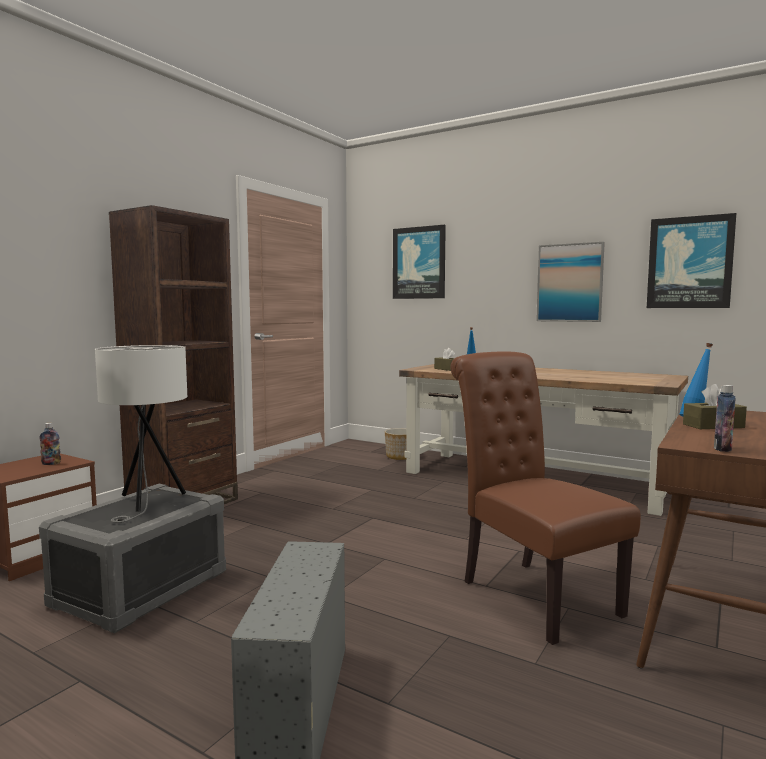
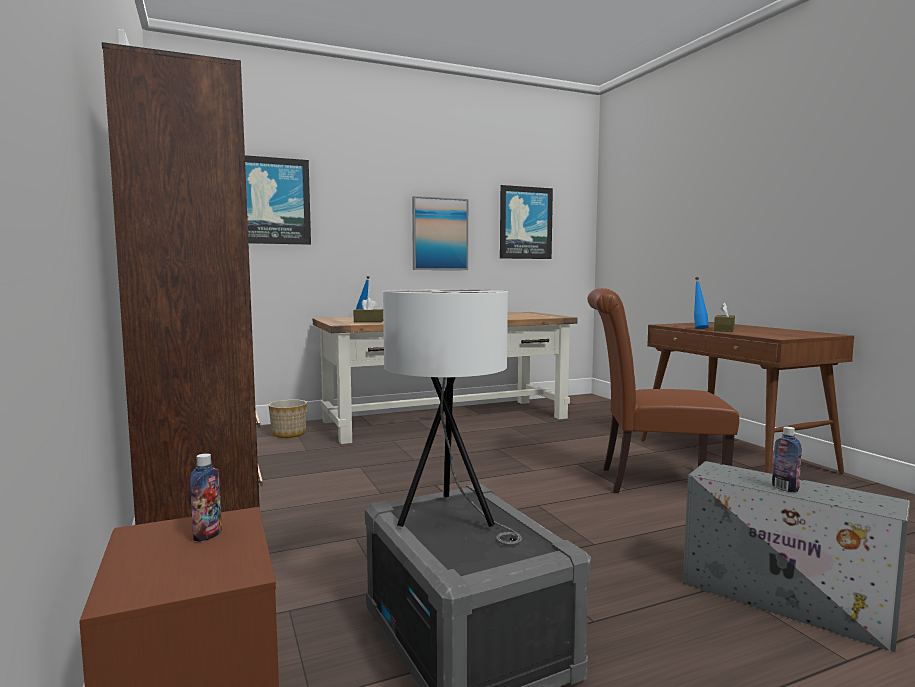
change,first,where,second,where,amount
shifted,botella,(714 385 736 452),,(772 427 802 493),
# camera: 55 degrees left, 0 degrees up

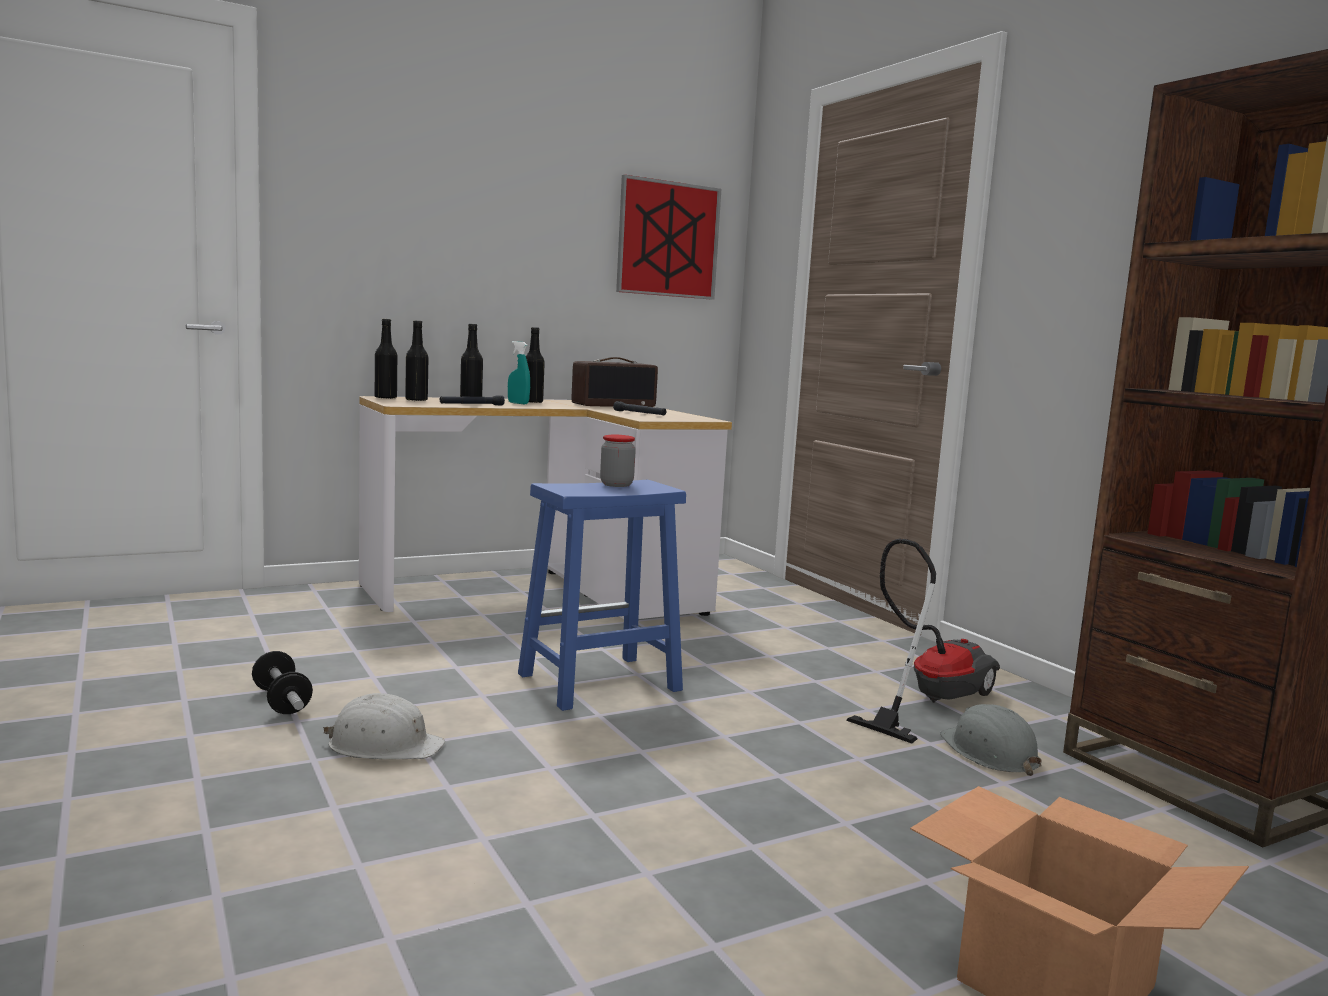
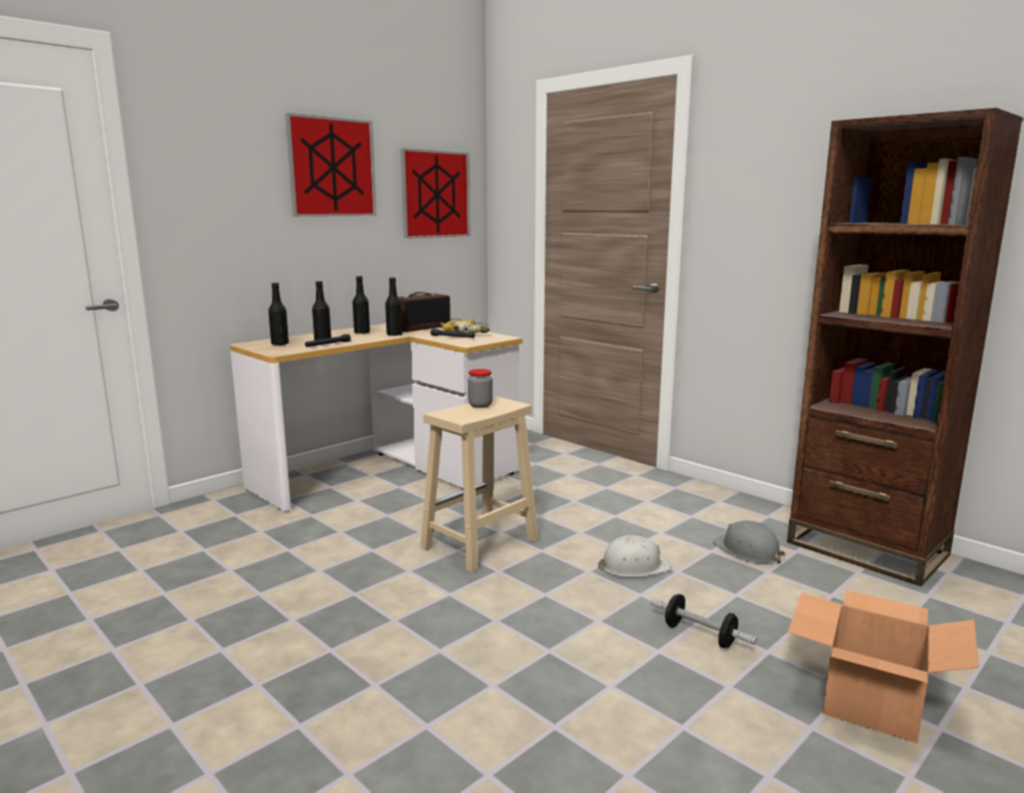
change,first,where,second,where,amount
new,,,cuadro,(285 113 377 216),
shifted,botella (negro),(375 319 397 399),,(385 277 403 336),
repainted,taburete (azul),(518 480 686 711),taburete (beis),(420 396 539 572),
new,,,taladro,(442 319 490 333),
shifted,casco (blanco),(323 693 445 759),,(598 535 672 577),
shifted,mancuerna,(252 651 313 714),,(650 594 757 648),
gone,pulverizador (turquesa),(508 341 530 404),,,
gone,aspiradora,(846 538 1000 744),,,
# camera: 15 degrees left, 5 degrees up

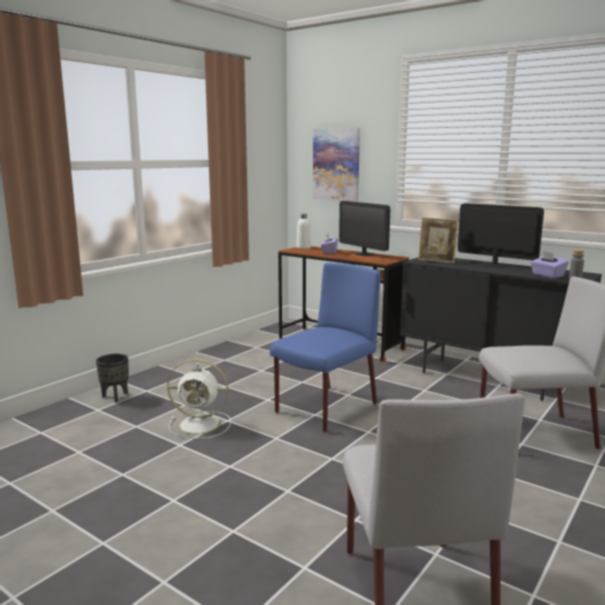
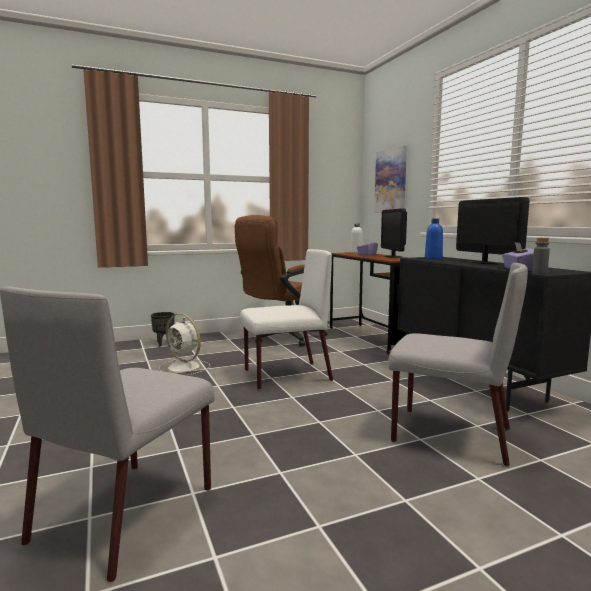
change,first,where,second,where,amount
new,,,silla de oficina (marrón),(235 215 327 346),
repainted,silla (azul),(270 263 381 432),silla (blanco),(240 249 333 390),
swapped,portarretratos,(418 217 459 263),botella (azul),(425 218 443 260),
# camera: 30 degrees right, 5 degrees down

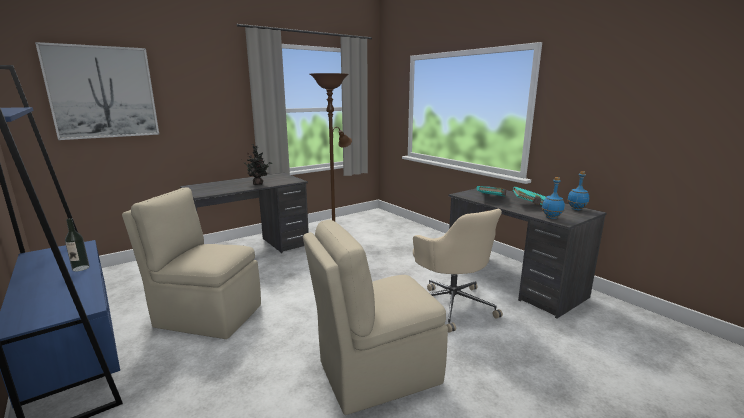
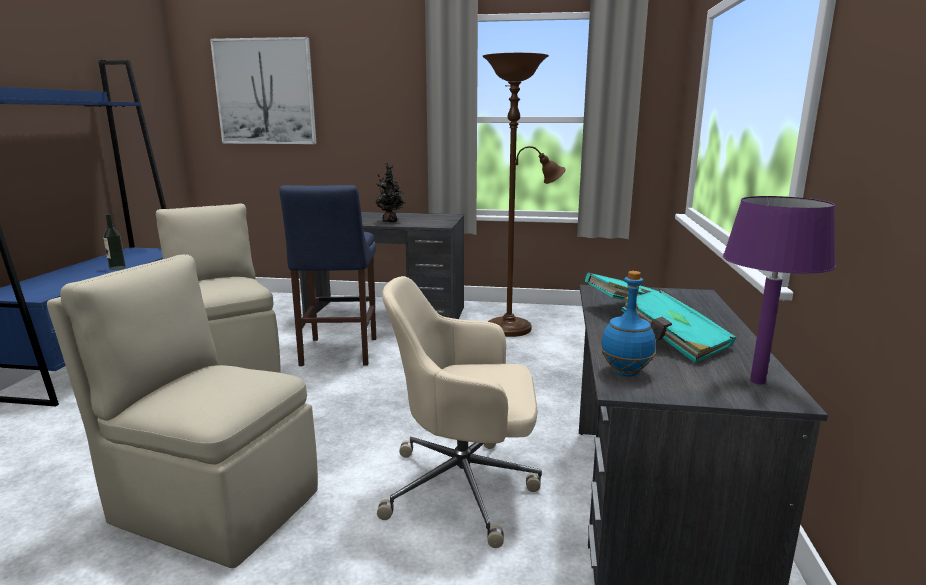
change,first,where,second,where,amount
new,,,taburete (azul),(279 185 376 366),
rotated,silla de oficina (beis),(413 209 503 333),,(377 276 542 548),75 degrees clockwise
swapped,botella (azul),(567 171 589 210),lámpara de mesa (morado),(723 196 836 384),
# camera: 45 degrees right, 0 degrees up

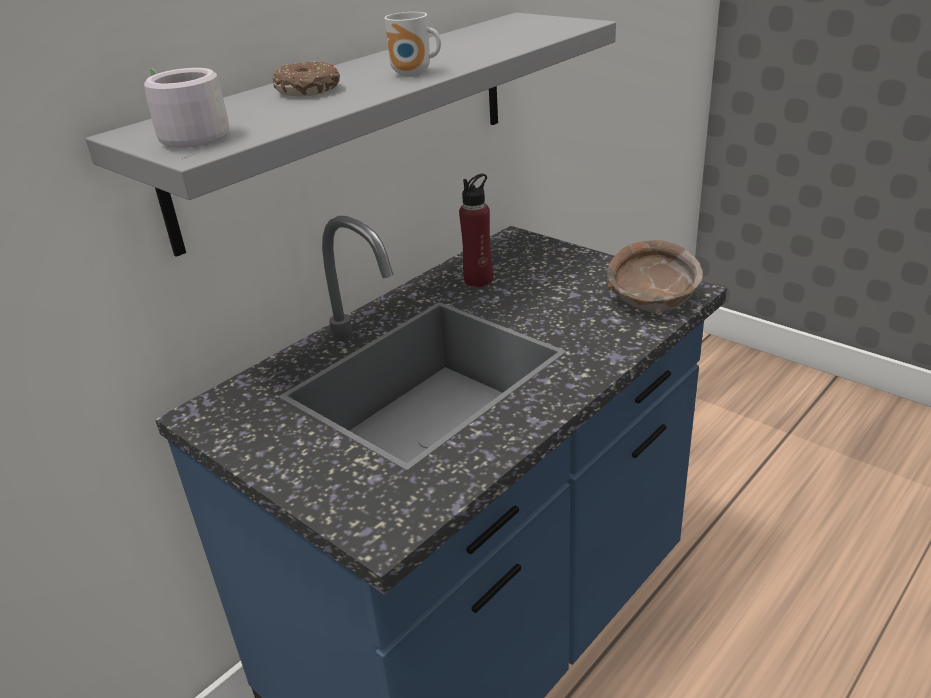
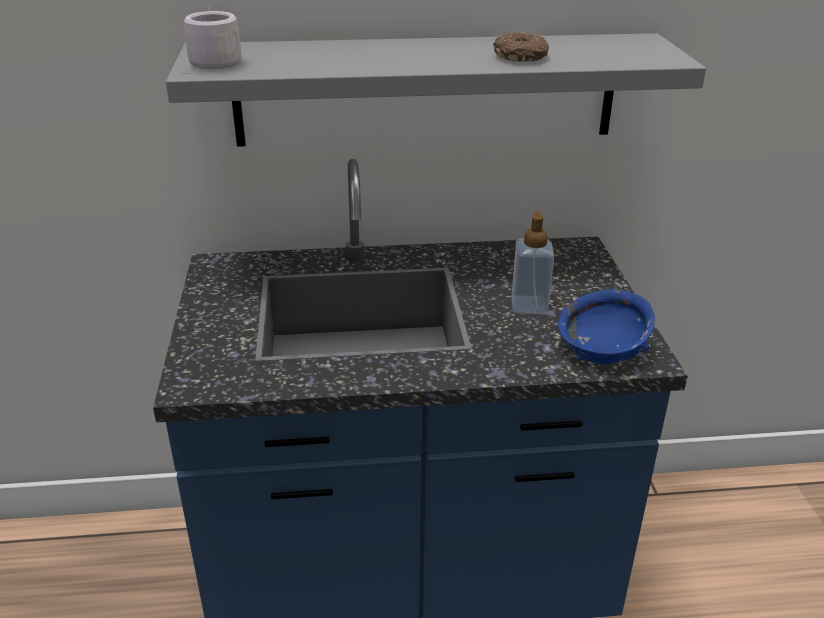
change,first,where,second,where,amount
shifted,rosquilla,(273 61 340 96),,(493 32 549 62),
new,,,dispensador de jabón,(512 211 554 314),
repainted,cuenco (marrón),(607 240 703 314),cuenco (azul),(558 289 655 364),
gone,taza grande,(384 12 441 77),,,
gone,botella (rojo),(459 174 493 287),,,
# camera: 40 degrees right, 0 degrees up

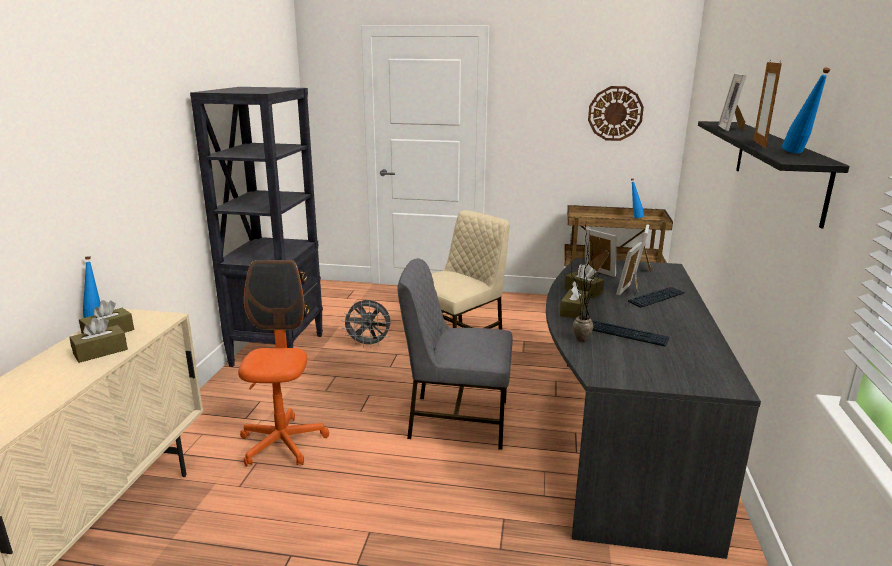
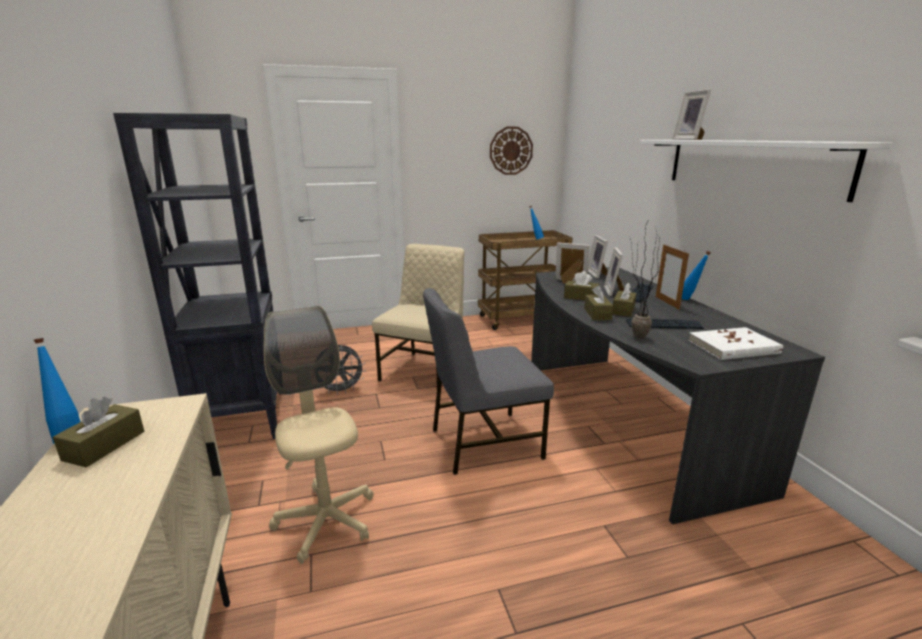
change,first,where,second,where,amount
repainted,silla de oficina (naranja),(238 260 329 467),silla de oficina (beis),(264 305 374 564),
shifted,caja de pañuelos (marrón),(69 317 128 363),,(613 282 636 317),
repainted,estante (negro),(698 121 849 228),estante (blanco),(640 140 892 202),
shifted,portarretratos,(753 59 782 148),,(656 245 689 310),
shifted,botella (azul),(782 68 831 153),,(682 251 711 300),
new,,,libro (blanco),(688 327 783 360),
# camera: 25 degrees left, 0 degrees up

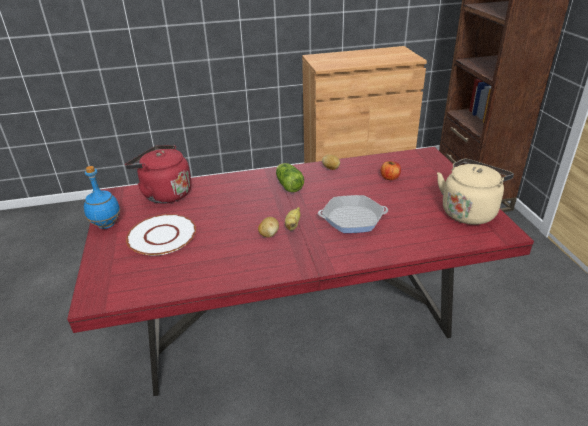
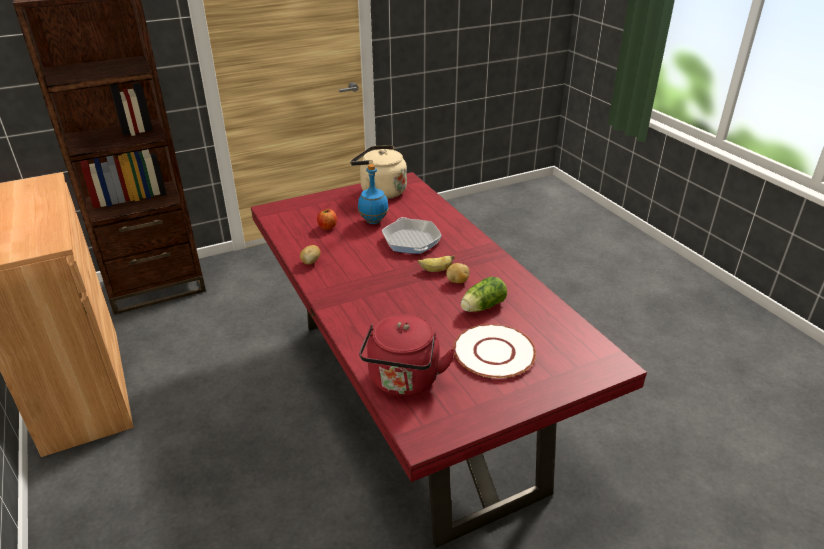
change,first,where,second,where,amount
shifted,botella (azul),(84 166 120 229),,(358 164 389 224),
shifted,lechuga,(276 163 304 192),,(461 277 507 312),
# camera: 105 degrees left, 0 degrees up

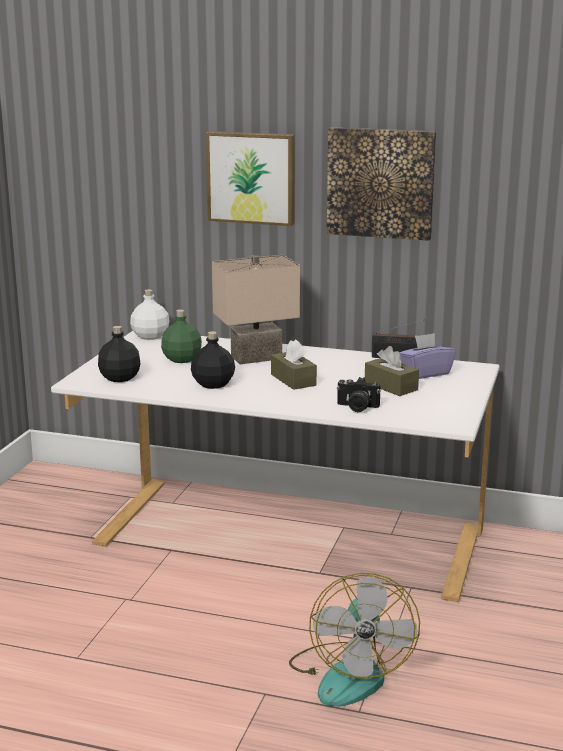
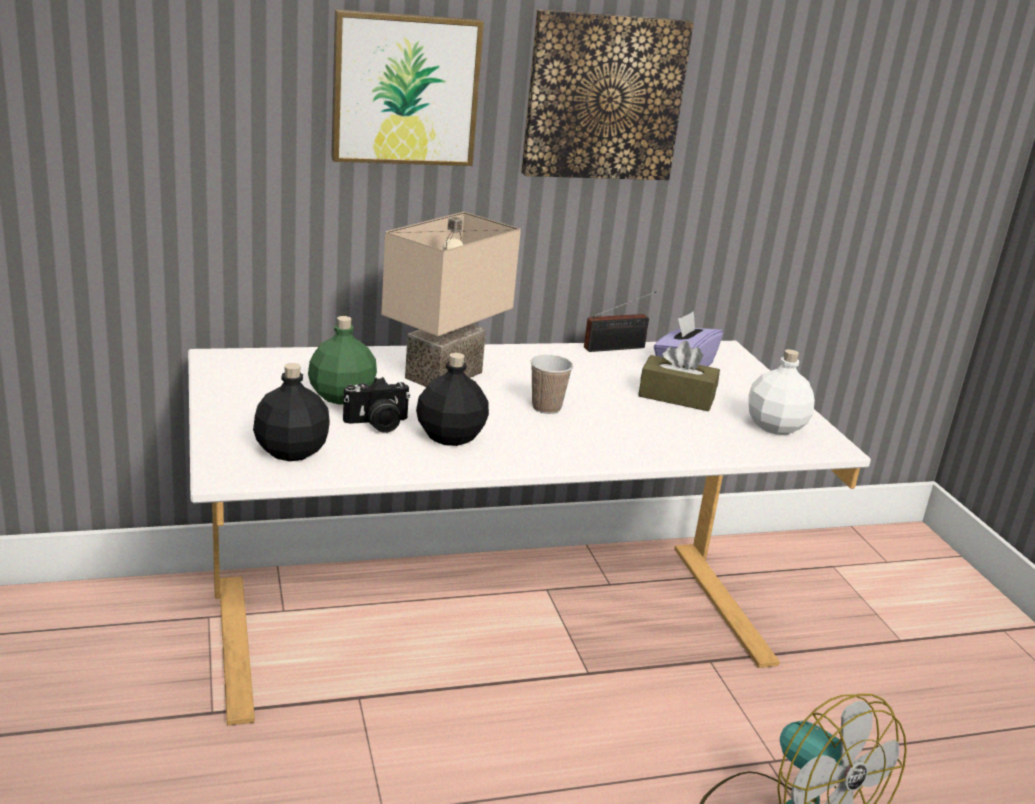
change,first,where,second,where,amount
shifted,cámara,(337 377 380 412),,(343 377 410 433),
swapped,caja de pañuelos (marrón),(271 340 317 390),taza,(531 355 573 414),
shifted,botella (blanco),(130 289 170 340),,(749 349 815 435),
# camera: 35 degrees left, 5 degrees up

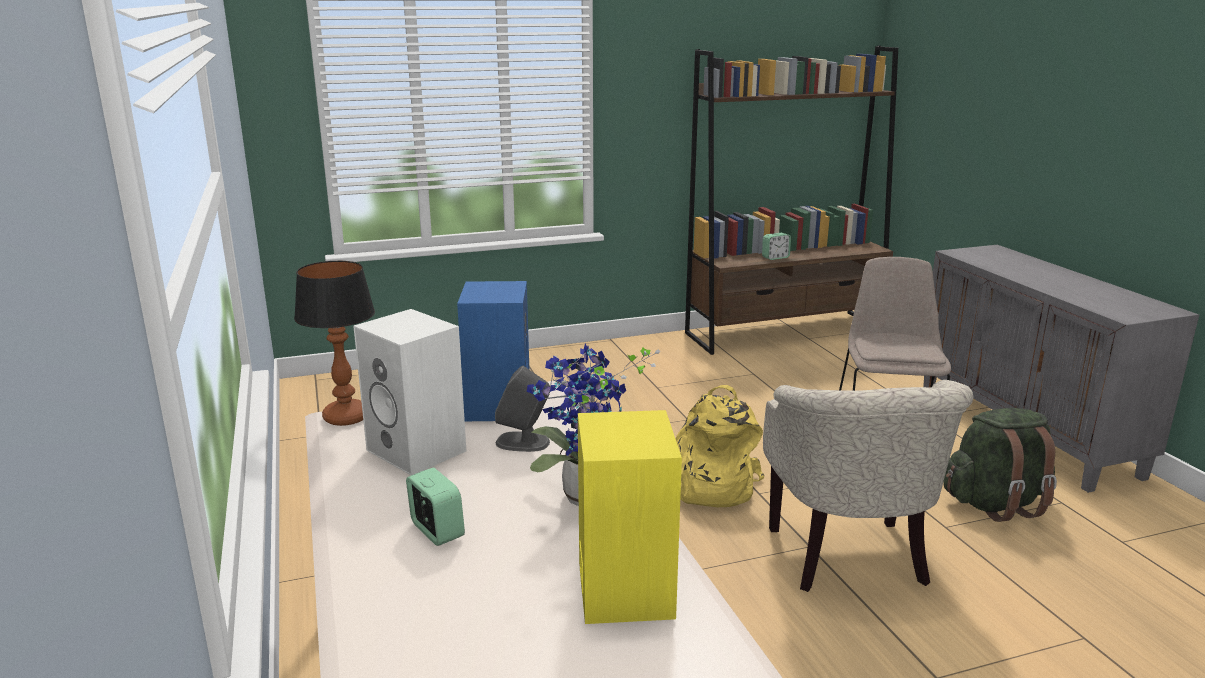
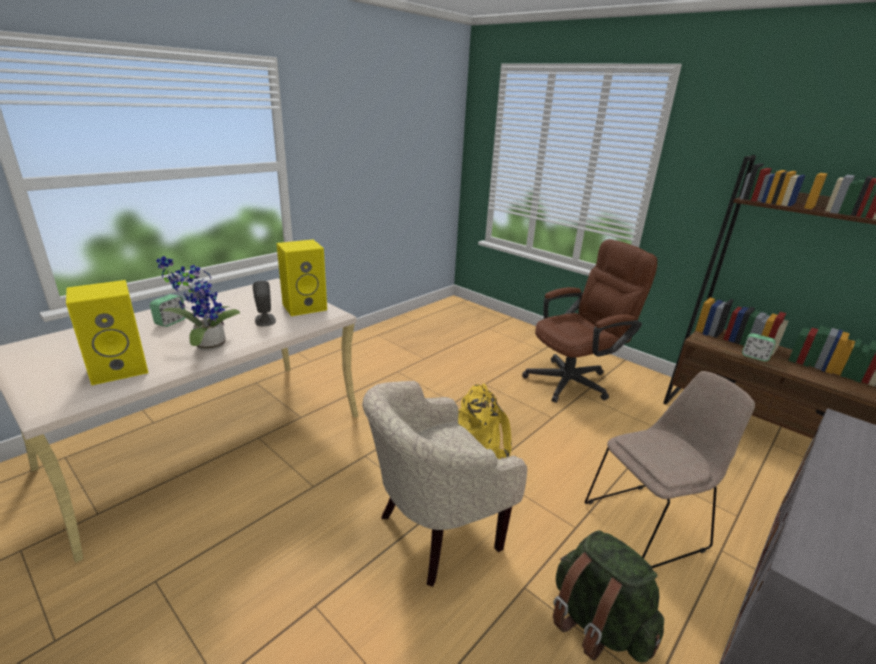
change,first,where,second,where,amount
repainted,altavoz (azul),(457 281 529 421),altavoz (amarillo),(276 240 327 316),
new,,,silla de oficina (marrón),(522 239 657 403),
gone,lámpara de mesa,(294 261 375 426),,,
gone,altavoz (blanco),(353 309 466 475),,,
# camera: 60 degrees right, 5 degrees up

